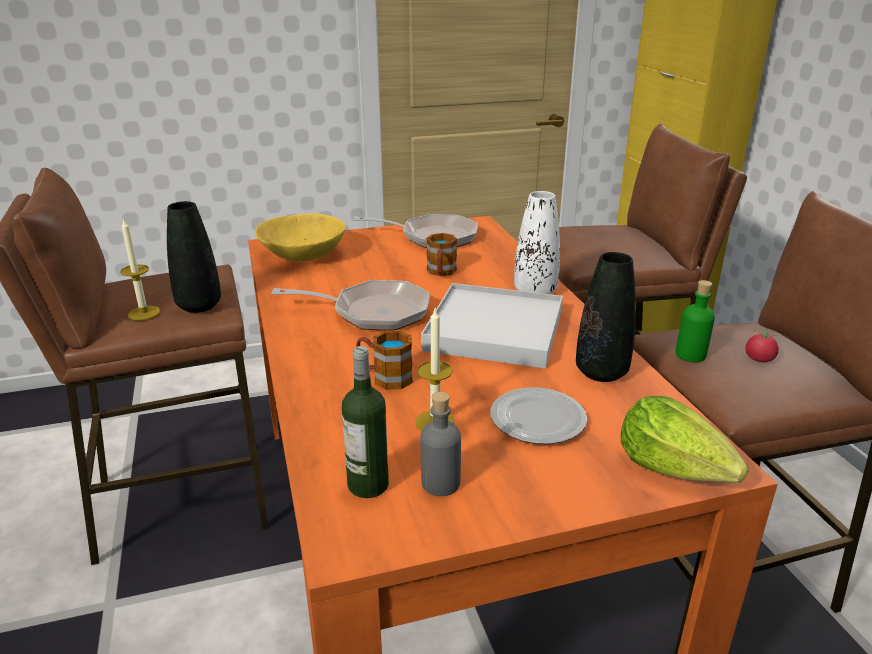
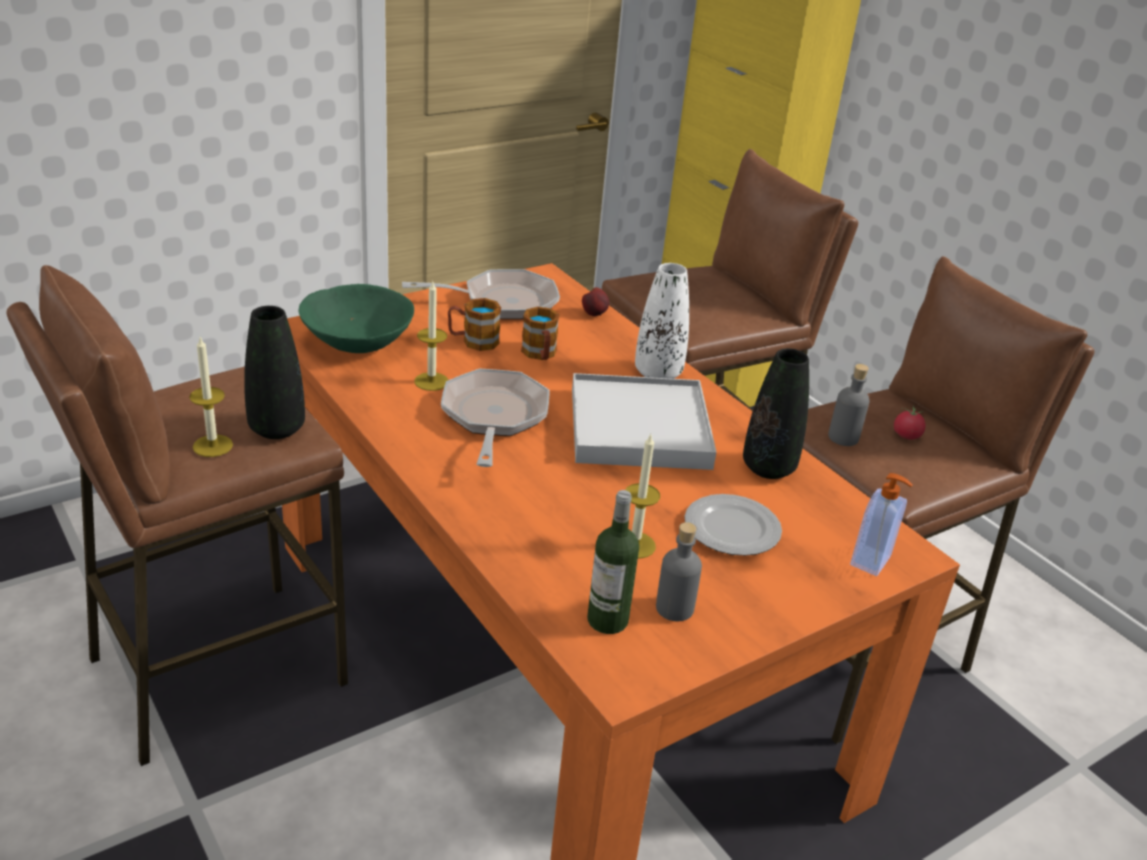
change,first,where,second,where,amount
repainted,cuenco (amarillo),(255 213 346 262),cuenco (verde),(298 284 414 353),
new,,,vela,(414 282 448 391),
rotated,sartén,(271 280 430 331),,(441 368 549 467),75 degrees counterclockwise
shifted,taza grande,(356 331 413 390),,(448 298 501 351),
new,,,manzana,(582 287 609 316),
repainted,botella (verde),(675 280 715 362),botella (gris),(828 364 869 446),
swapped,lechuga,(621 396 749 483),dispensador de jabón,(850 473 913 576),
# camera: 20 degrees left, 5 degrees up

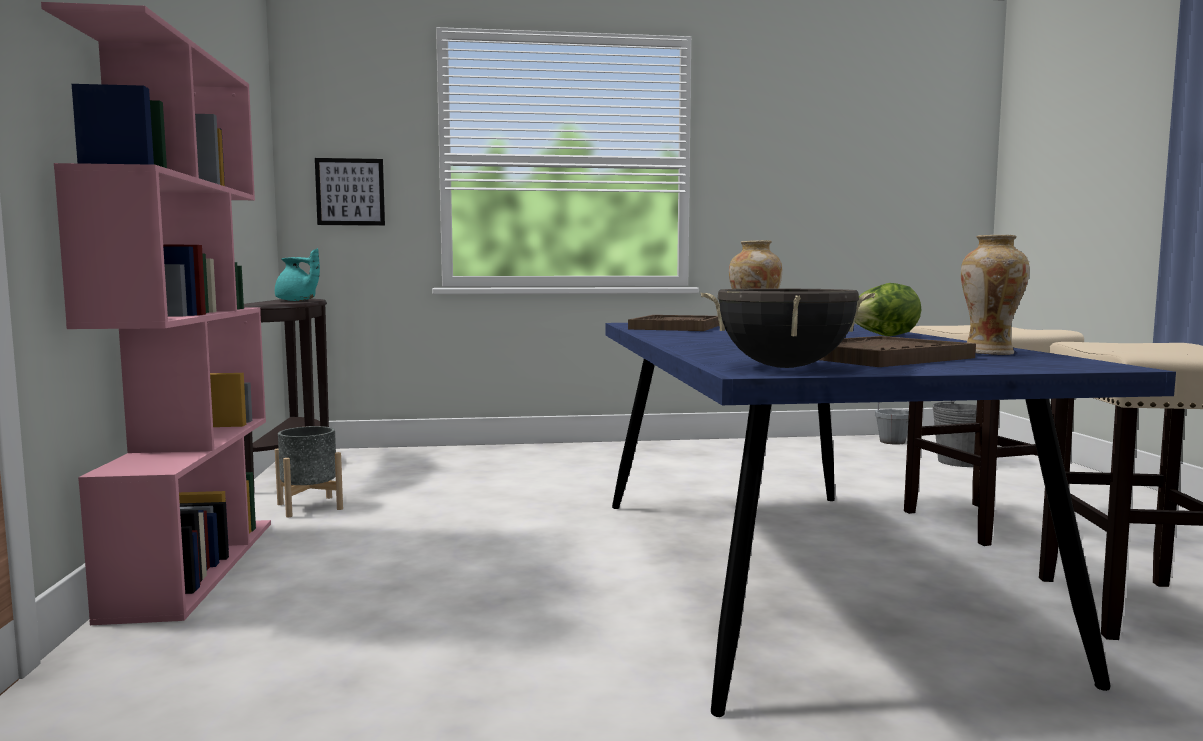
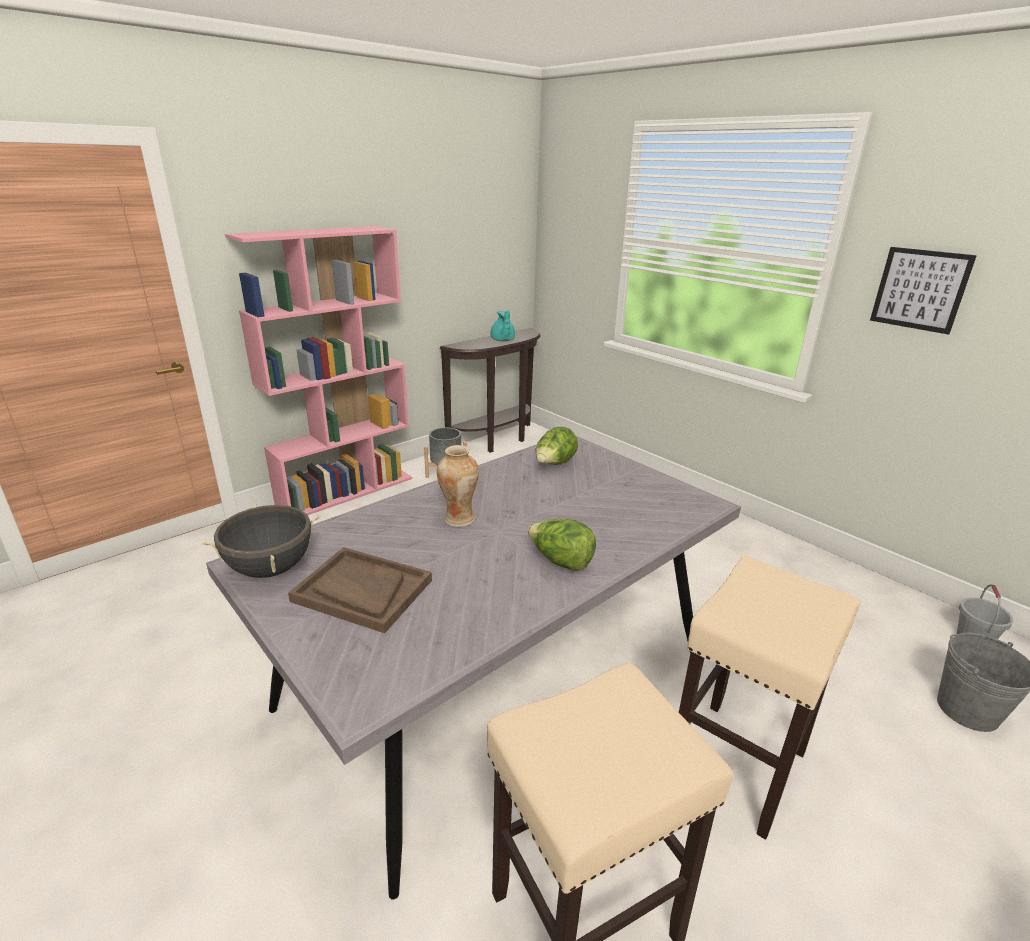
change,first,where,second,where,amount
repainted,mesa de comedor (azul),(606 323 1176 717),mesa de comedor (gris),(206 436 741 900),
swapped,bandeja (marrón),(628 315 719 331),lechuga,(536 427 578 465),
shifted,cuadro,(315 158 385 226),,(870 247 977 335),
gone,florero,(961 235 1030 355),,,
# camera: 55 degrees right, 20 degrees up

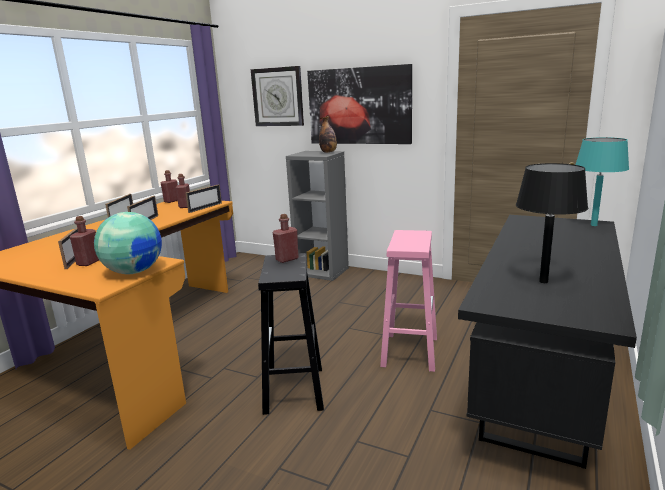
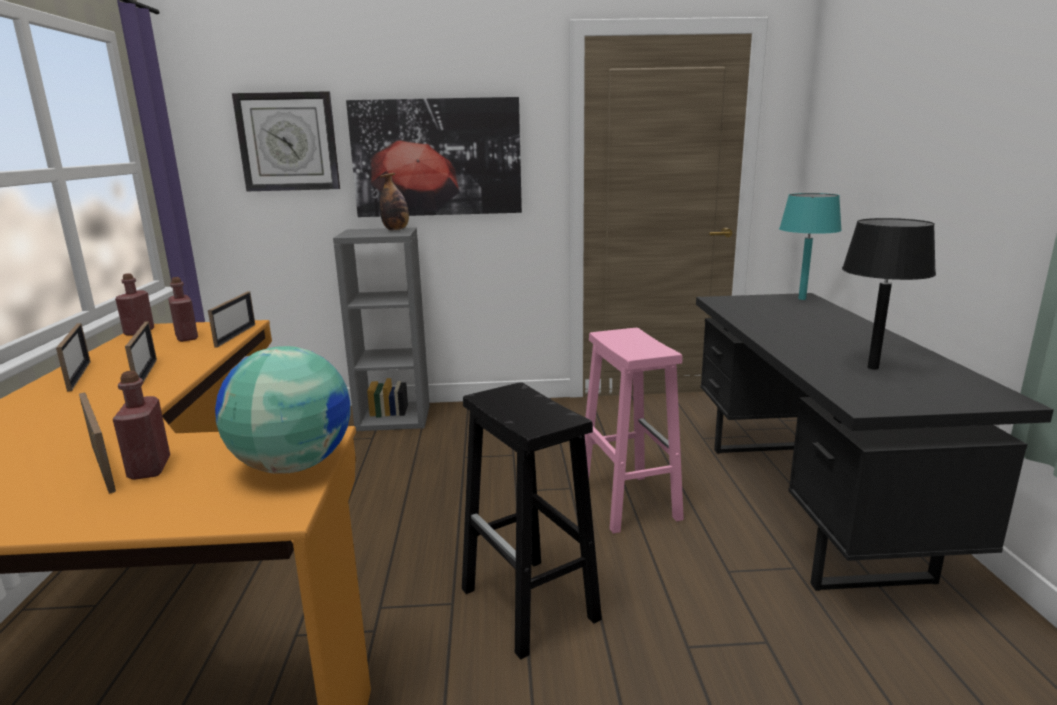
change,first,where,second,where,amount
gone,botella (rojo),(273 214 299 263),,,
# camera: 30 degrees left, 0 degrees up

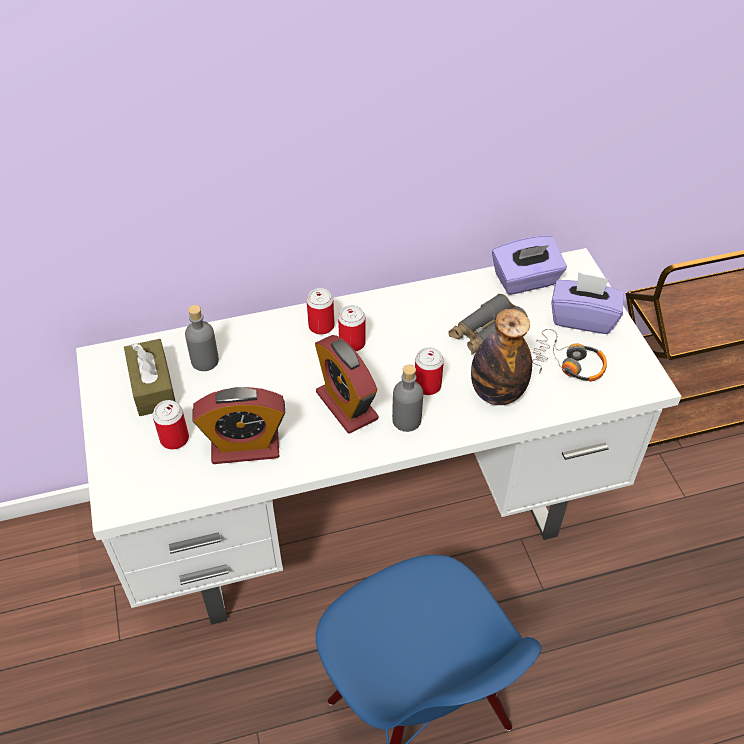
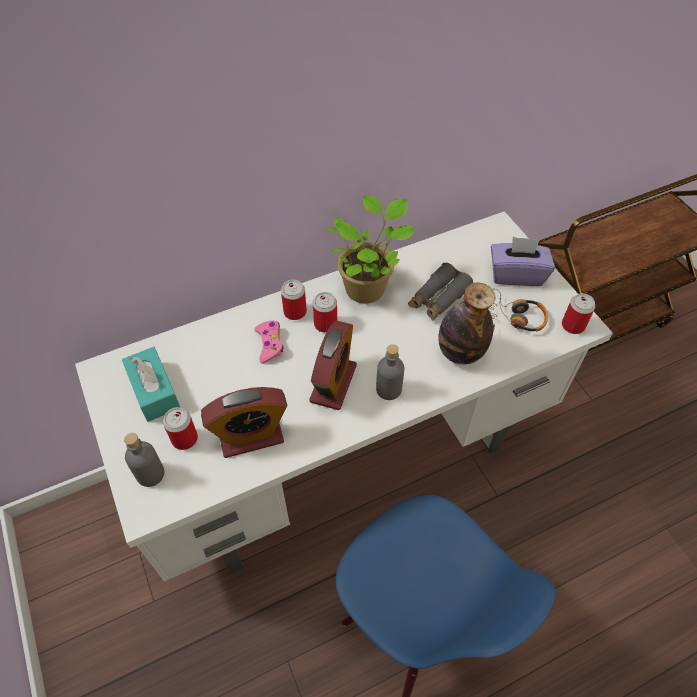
change,first,where,second,where,amount
repainted,caja de pañuelos (marrón),(124 339 176 416),caja de pañuelos (turquesa),(122 347 181 422),
shifted,botella (gris),(185 305 219 371),,(124 433 164 487),
new,,,mando de consola (rosa),(255 321 283 364),
rotated,despertador,(315 335 378 434),,(309 320 357 410),120 degrees counterclockwise
new,,,planta en maceta,(326 196 416 304),
shifted,lata,(415 347 444 395),,(562 293 595 334),
gone,caja de pañuelos (morado),(492 236 567 295),,,
# camera: 10 degrees left, 5 degrees up

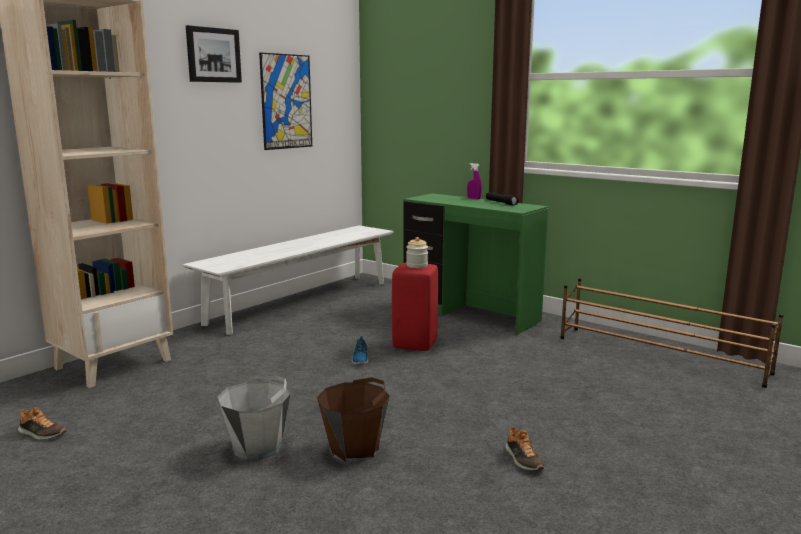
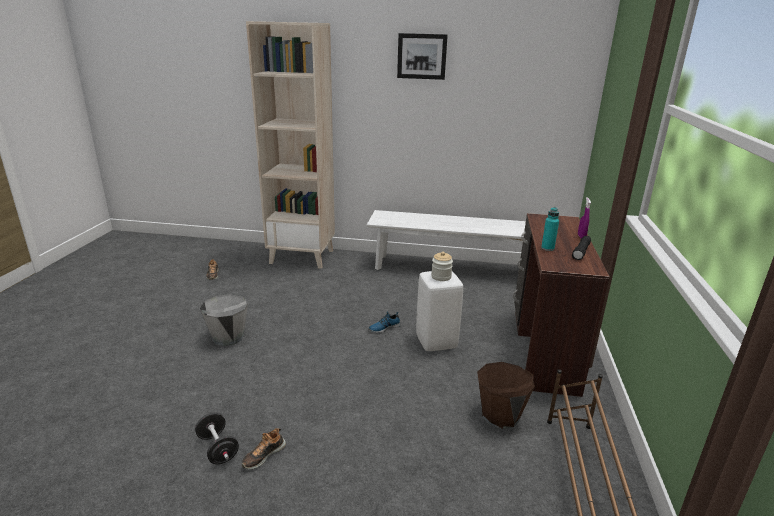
change,first,where,second,where,amount
new,,,mancuerna (negro),(195 412 239 464),
repainted,taburete (rojo),(392 263 438 351),taburete (blanco),(416 271 463 351),
shifted,cubo (marrón),(317 377 390 462),,(477 362 535 429),
repainted,escritorio (verde),(403 193 548 335),escritorio (marrón),(513 213 610 397),
new,,,botella (turquesa),(541 207 559 251),
gone,cuadro,(259 52 312 150),,,
# camera: 60 degrees right, 10 degrees up

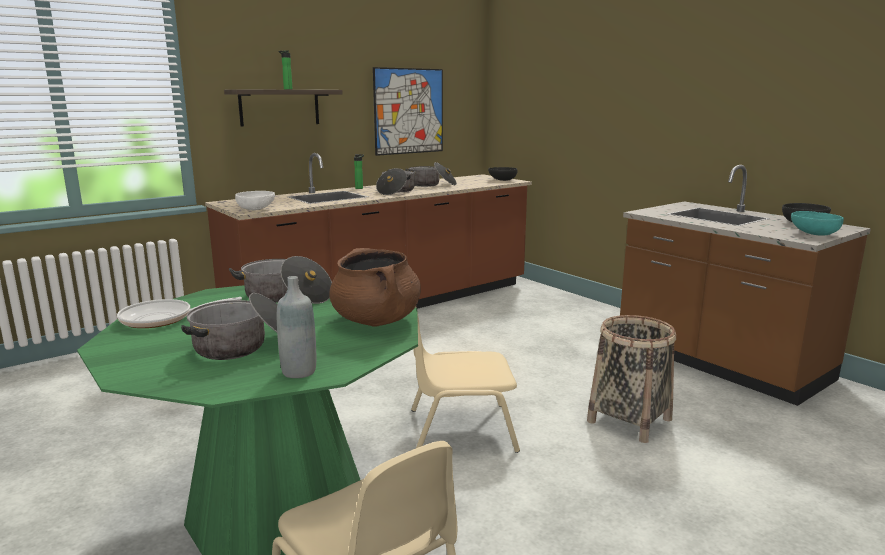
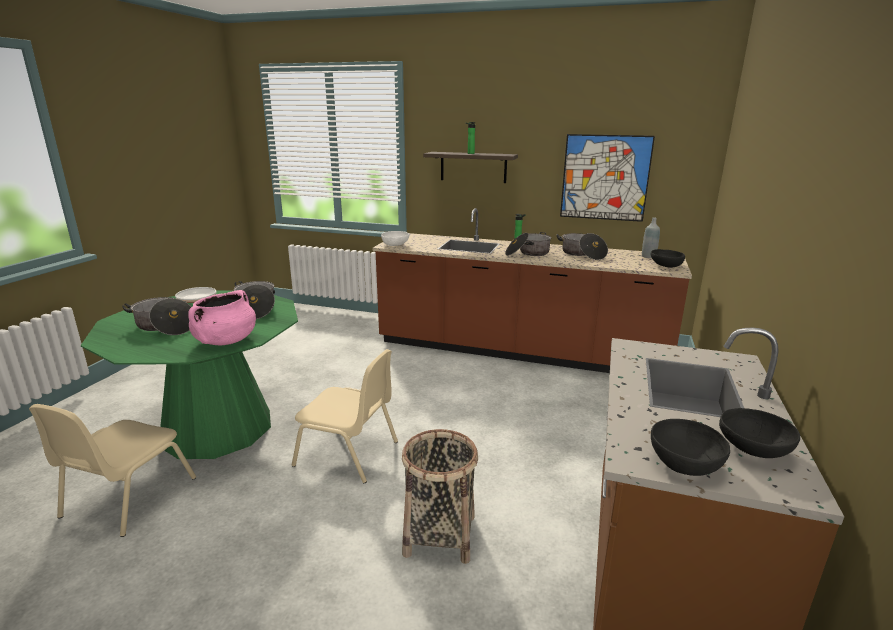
change,first,where,second,where,amount
repainted,olla (marrón),(329 248 421 326),olla (rosa),(188 290 256 345),
rotated,silla (beis),(411 307 520 453),,(292 349 398 483),150 degrees clockwise
shifted,botella (gris),(277 276 316 378),,(642 218 660 258),
repainted,cuenco (turquesa),(791 211 844 236),cuenco (negro),(651 419 730 476),
# camera: 55 degrees right, 5 degrees up

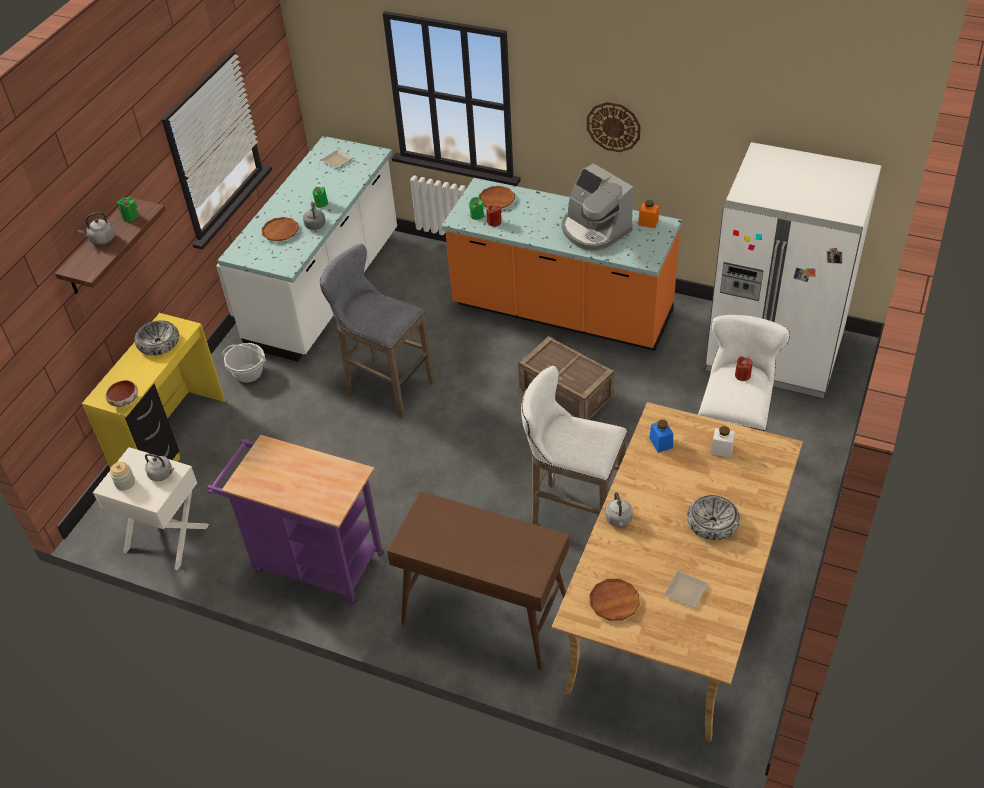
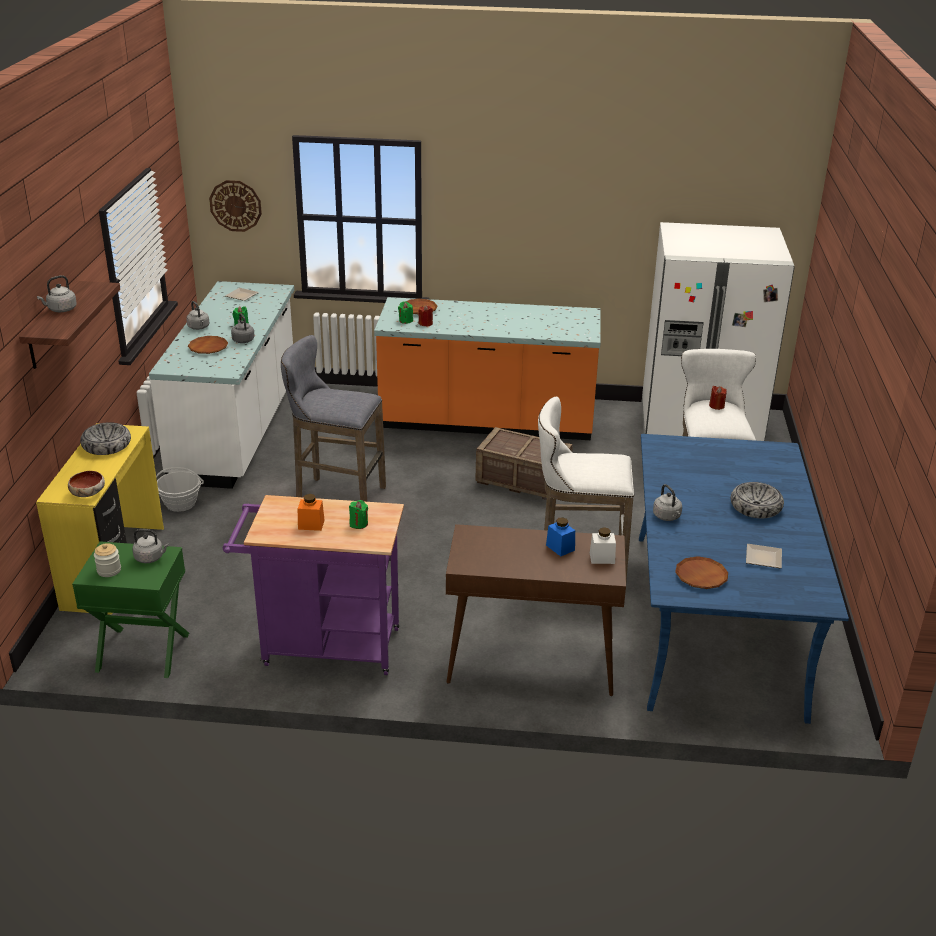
change,first,where,second,where,amount
repainted,mesita de noche (blanco),(93 447 209 570),mesita de noche (verde),(72 541 189 678),
new,,,hervidor (gris),(186 301 209 330),
shifted,reloj de pared,(587 102 641 152),,(209 180 262 232),
shifted,tarro (naranja),(638 200 659 228),,(298 494 325 531),
shifted,vela (verde),(117 197 139 222),,(349 500 368 529),
shifted,tarro (azul),(649 420 673 453),,(546 517 575 557),
shifted,tarro (blanco),(710 426 735 458),,(590 527 616 564),
repainted,mesa de comedor (beis),(552 402 803 742),mesa de comedor (azul),(639 434 849 724),
gone,cafetera,(561 163 633 251),,,
# camera: 20 degrees left, 15 degrees down

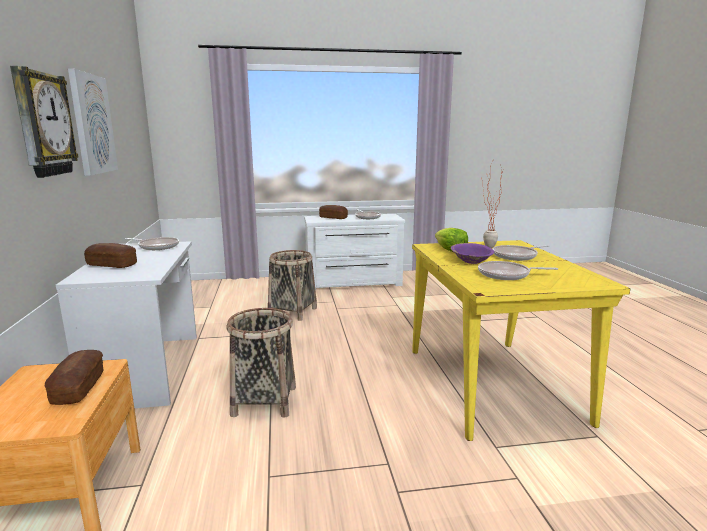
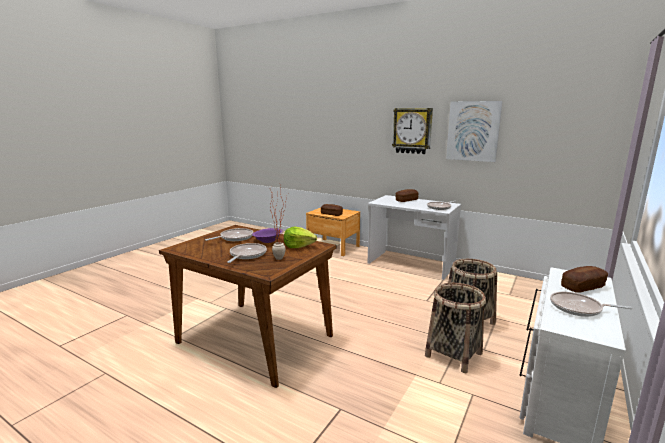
change,first,where,second,where,amount
repainted,mesa de comedor (amarillo),(412 240 630 441),mesa de comedor (marrón),(159 225 336 388),
shifted,cesta,(226 308 296 418),,(425 283 486 373),
# camera: 130 degrees right, 0 degrees up

